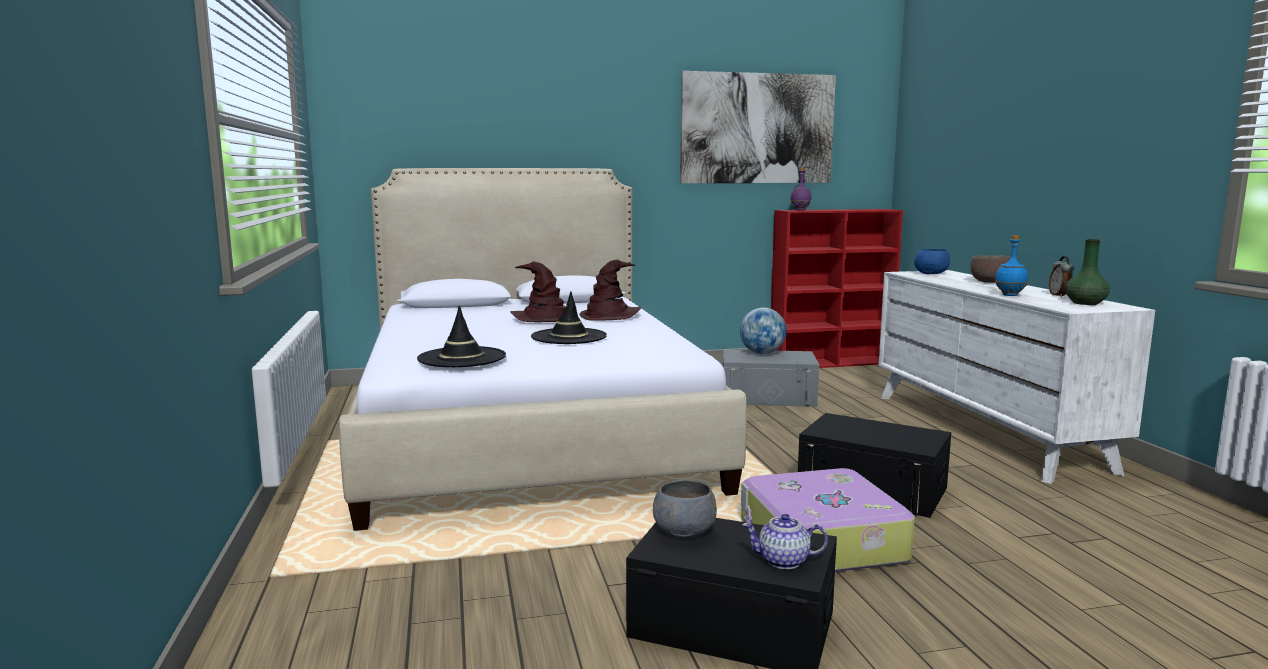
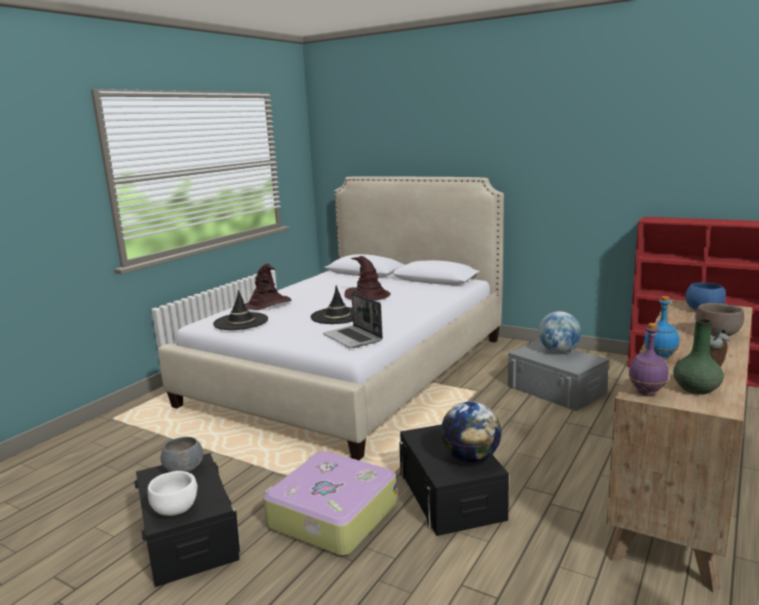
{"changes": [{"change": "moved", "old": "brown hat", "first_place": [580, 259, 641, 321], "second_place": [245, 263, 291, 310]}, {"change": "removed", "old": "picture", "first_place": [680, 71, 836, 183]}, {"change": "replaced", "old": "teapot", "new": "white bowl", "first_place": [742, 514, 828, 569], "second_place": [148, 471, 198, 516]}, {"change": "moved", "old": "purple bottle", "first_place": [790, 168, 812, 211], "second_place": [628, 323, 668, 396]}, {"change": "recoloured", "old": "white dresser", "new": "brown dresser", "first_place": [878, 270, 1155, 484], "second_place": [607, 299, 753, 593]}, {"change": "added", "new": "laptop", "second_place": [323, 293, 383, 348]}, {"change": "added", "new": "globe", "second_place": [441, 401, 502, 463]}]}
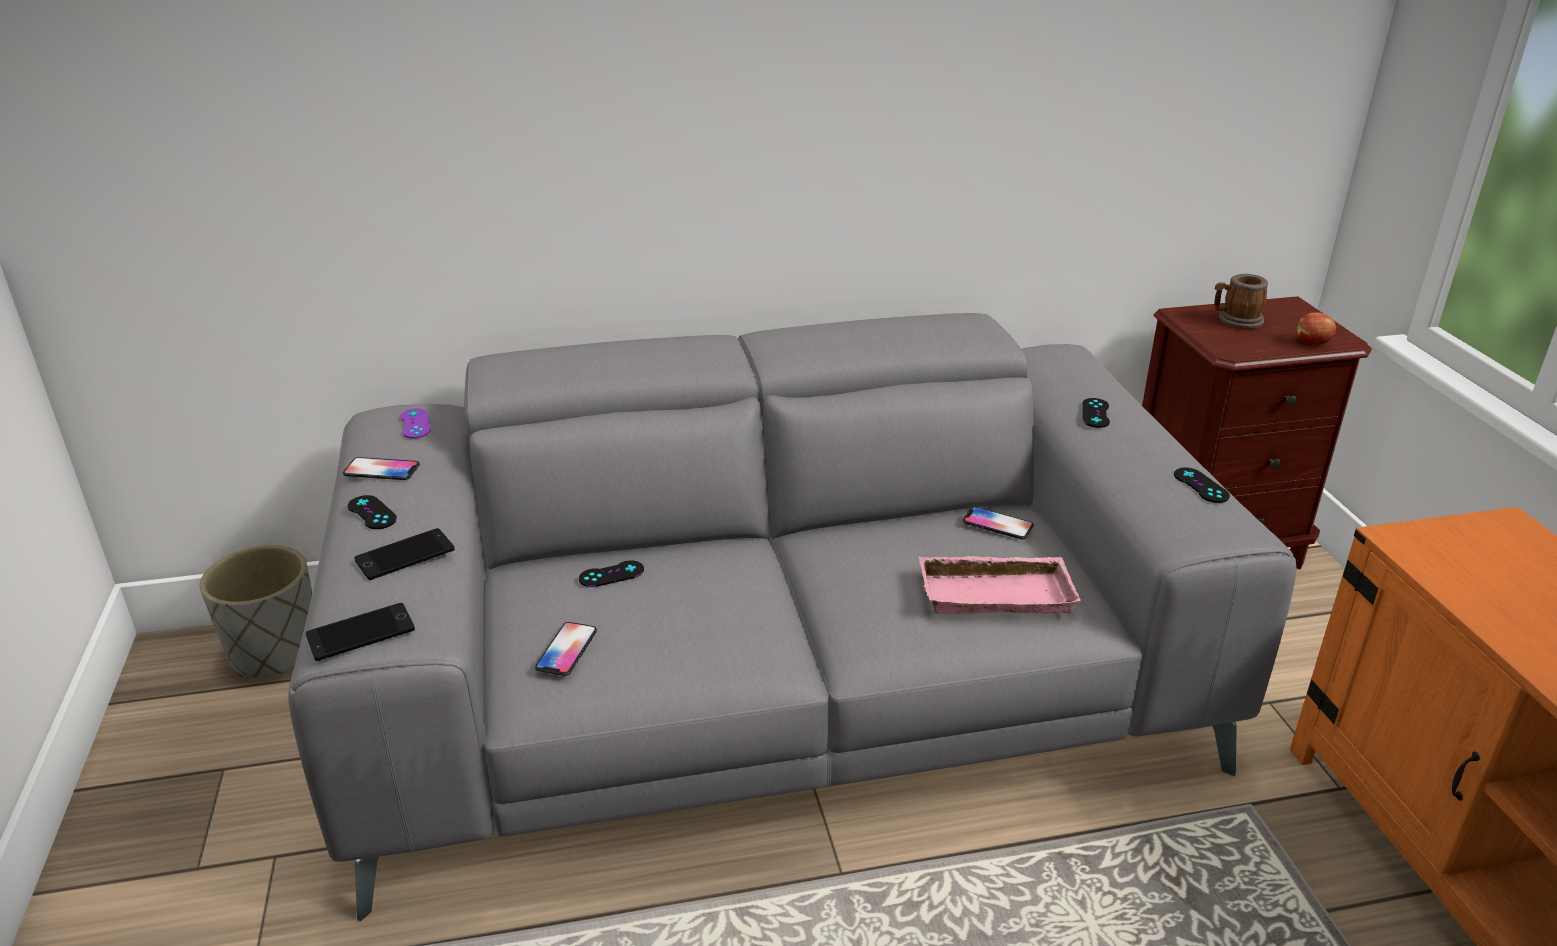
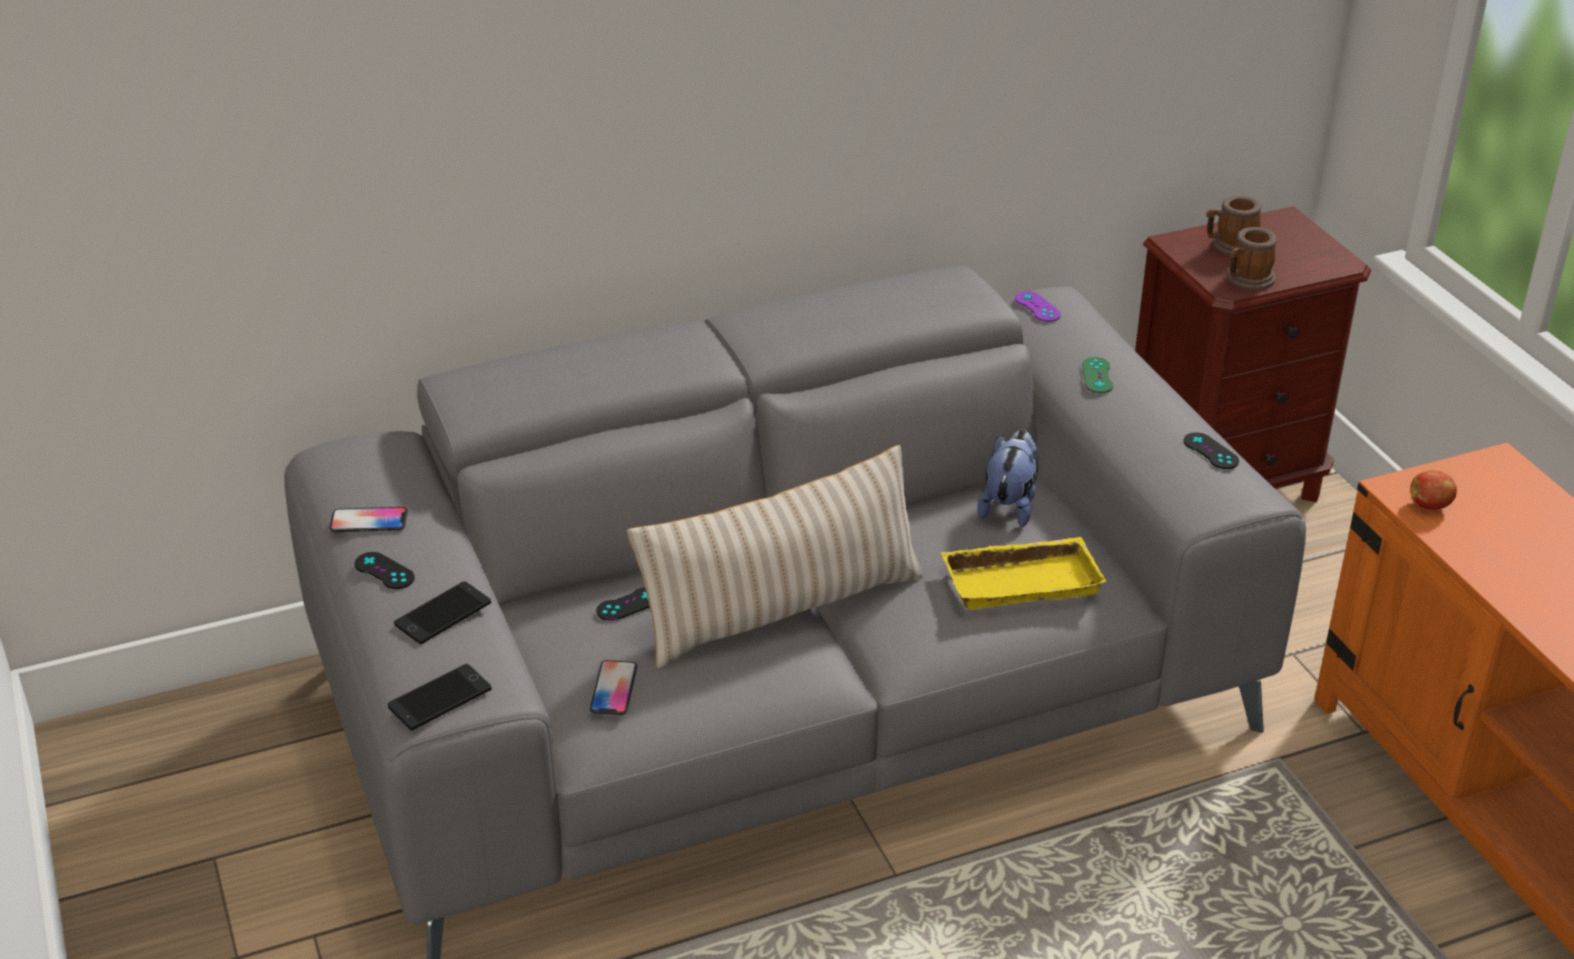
{"changes": [{"change": "removed", "old": "grey planter", "first_place": [200, 545, 312, 677]}, {"change": "moved", "old": "purple game controller", "first_place": [400, 408, 431, 439], "second_place": [1015, 291, 1061, 322]}, {"change": "recoloured", "old": "pink tray", "new": "yellow tray", "first_place": [919, 556, 1081, 614], "second_place": [941, 537, 1106, 610]}, {"change": "replaced", "old": "phone", "new": "plush toy", "first_place": [963, 507, 1034, 539], "second_place": [977, 430, 1038, 527]}, {"change": "recoloured", "old": "black game controller", "new": "green game controller", "first_place": [1082, 398, 1110, 428], "second_place": [1082, 357, 1113, 393]}, {"change": "moved", "old": "apple", "first_place": [1297, 312, 1336, 345], "second_place": [1411, 471, 1457, 510]}, {"change": "added", "new": "beige pillow", "second_place": [627, 445, 923, 669]}, {"change": "added", "new": "mug", "second_place": [1227, 227, 1276, 290]}]}
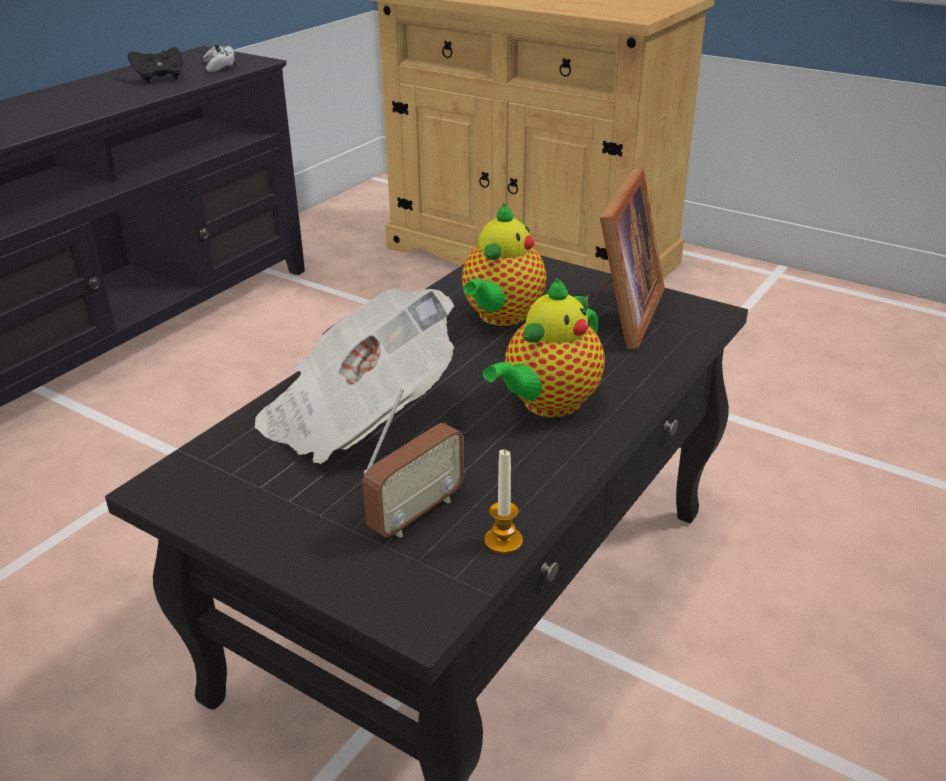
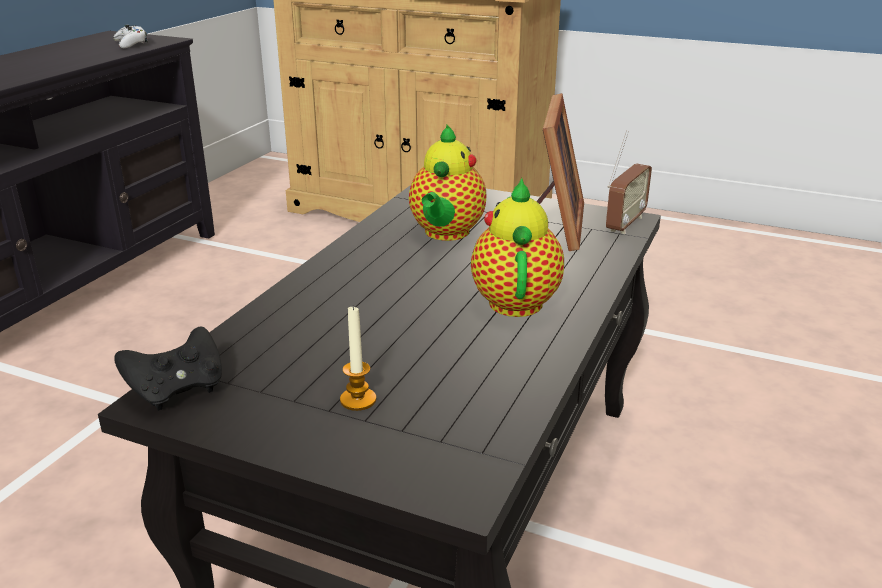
{"changes": [{"change": "moved", "old": "black game controller", "first_place": [128, 47, 183, 83], "second_place": [114, 327, 222, 411]}, {"change": "removed", "old": "newspaper", "first_place": [255, 288, 454, 464]}, {"change": "moved", "old": "radio", "first_place": [362, 389, 464, 537], "second_place": [606, 131, 652, 234]}, {"change": "turned", "old": "teapot", "first_place": [483, 278, 605, 418], "second_place": [471, 178, 564, 317], "degrees": 150}, {"change": "moved", "old": "candle", "first_place": [484, 449, 523, 554], "second_place": [340, 306, 376, 411]}]}
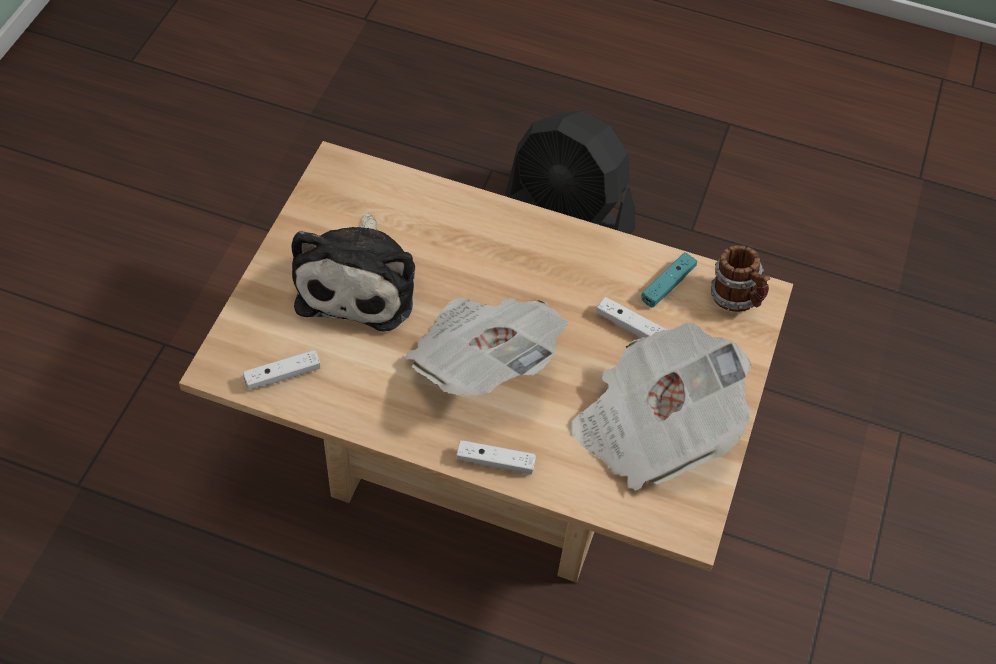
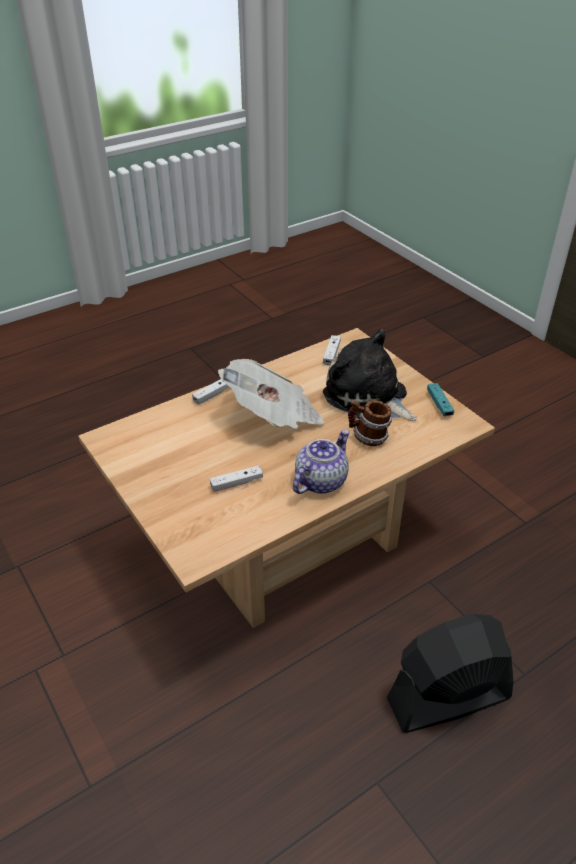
{"changes": [{"change": "removed", "old": "newspaper", "first_place": [571, 323, 751, 491]}, {"change": "moved", "old": "turquoise game controller", "first_place": [641, 252, 697, 307], "second_place": [427, 383, 454, 416]}, {"change": "moved", "old": "mug", "first_place": [711, 245, 770, 312], "second_place": [348, 400, 392, 446]}, {"change": "added", "new": "teapot", "second_place": [293, 430, 350, 494]}]}
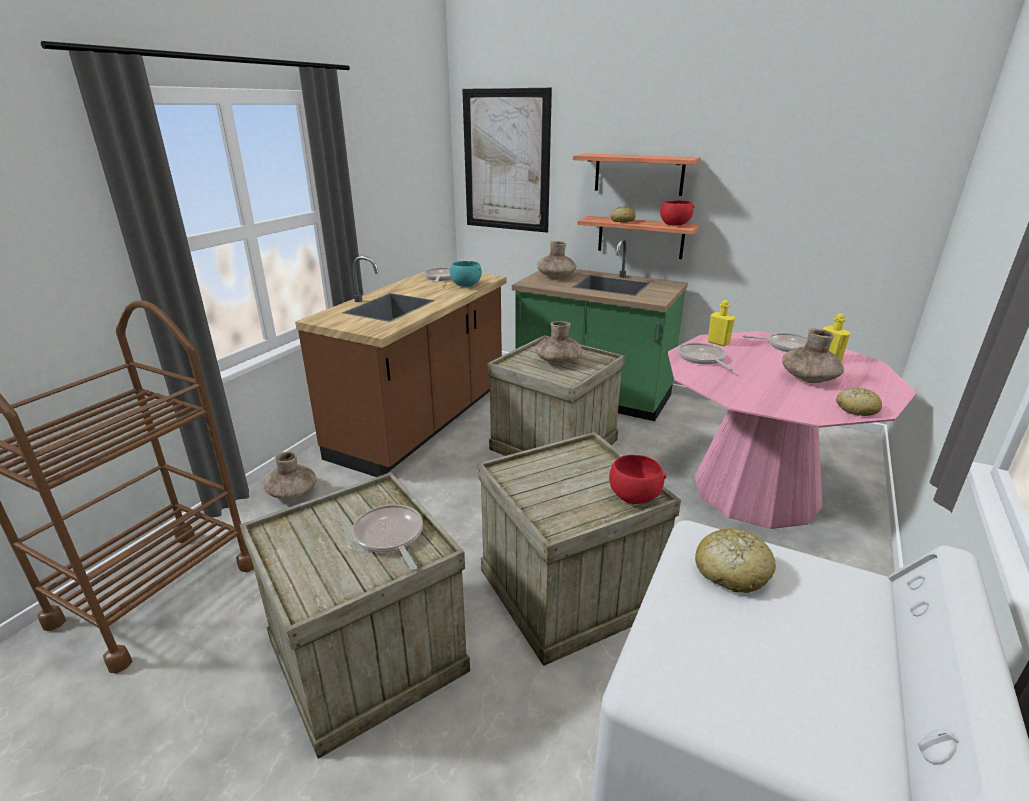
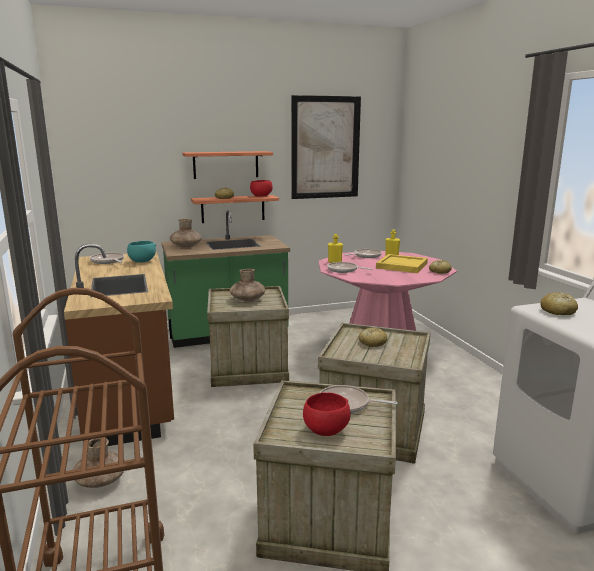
{"changes": [{"change": "moved", "old": "picture", "first_place": [462, 88, 552, 233], "second_place": [291, 95, 361, 199]}, {"change": "moved", "old": "red bowl", "first_place": [609, 455, 667, 504], "second_place": [303, 393, 351, 436]}, {"change": "replaced", "old": "brown vase", "new": "yellow tray", "first_place": [782, 328, 844, 383], "second_place": [376, 254, 428, 273]}, {"change": "added", "new": "bread", "second_place": [359, 327, 388, 347]}]}
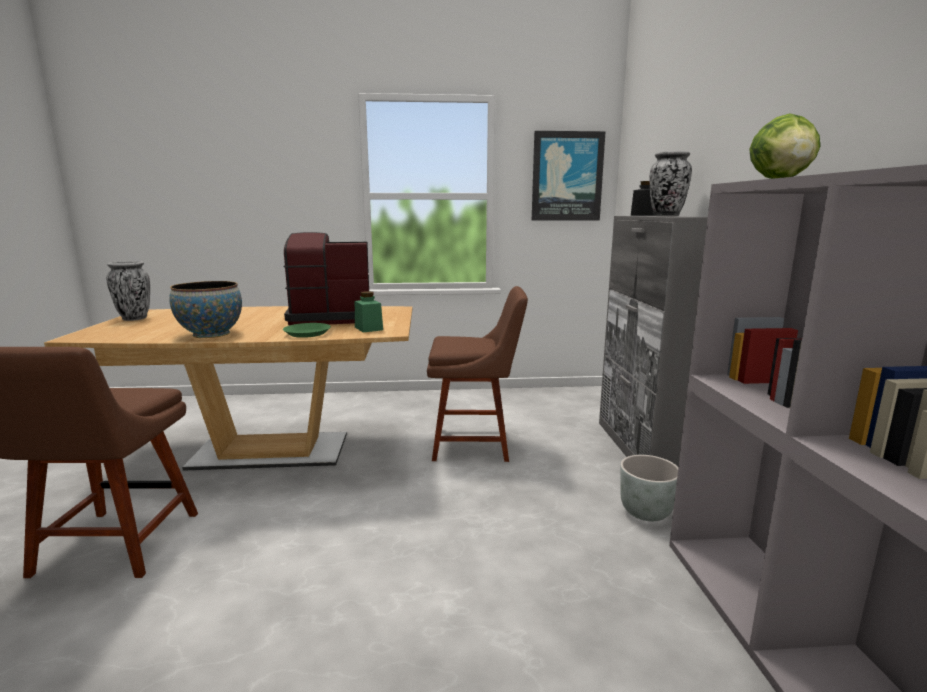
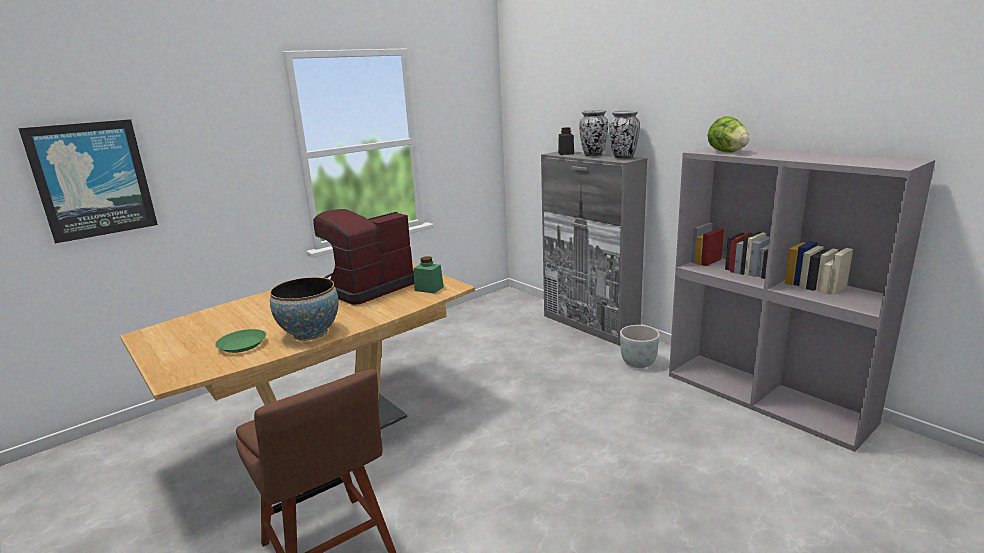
{"changes": [{"change": "moved", "old": "vase", "first_place": [106, 261, 150, 321], "second_place": [609, 110, 640, 159]}, {"change": "moved", "old": "green plate", "first_place": [283, 323, 331, 338], "second_place": [215, 329, 266, 353]}, {"change": "removed", "old": "brown chair", "first_place": [427, 286, 528, 462]}, {"change": "moved", "old": "picture", "first_place": [532, 131, 606, 221], "second_place": [18, 119, 158, 243]}]}
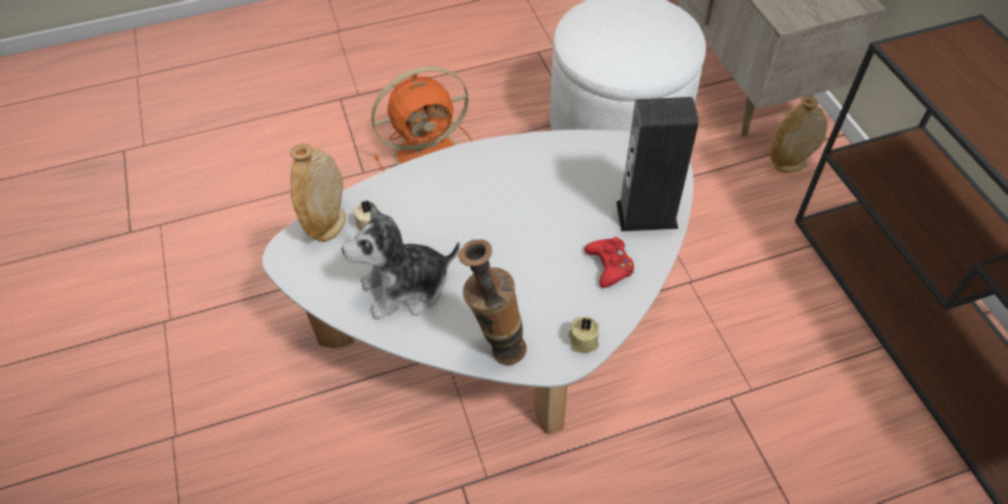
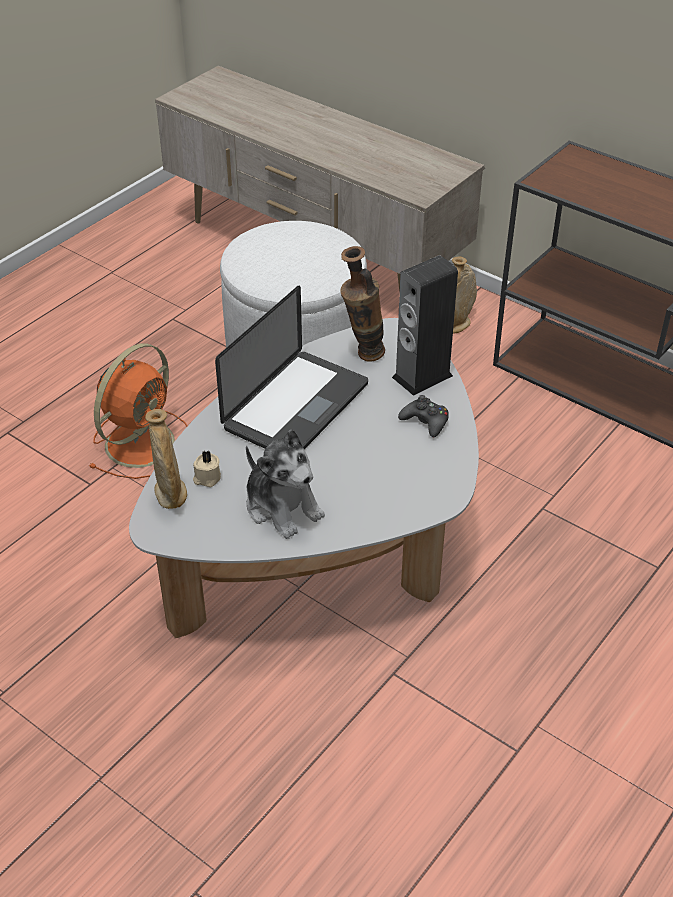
{"changes": [{"change": "turned", "old": "plush toy", "first_place": [342, 201, 460, 320], "second_place": [246, 429, 325, 539], "degrees": -75}, {"change": "moved", "old": "vase", "first_place": [458, 239, 527, 365], "second_place": [340, 246, 385, 362]}, {"change": "removed", "old": "beige candle", "first_place": [568, 317, 599, 353]}, {"change": "recoloured", "old": "red game controller", "new": "black game controller", "first_place": [584, 237, 634, 288], "second_place": [398, 395, 449, 437]}, {"change": "added", "new": "laptop", "second_place": [215, 286, 368, 449]}]}
